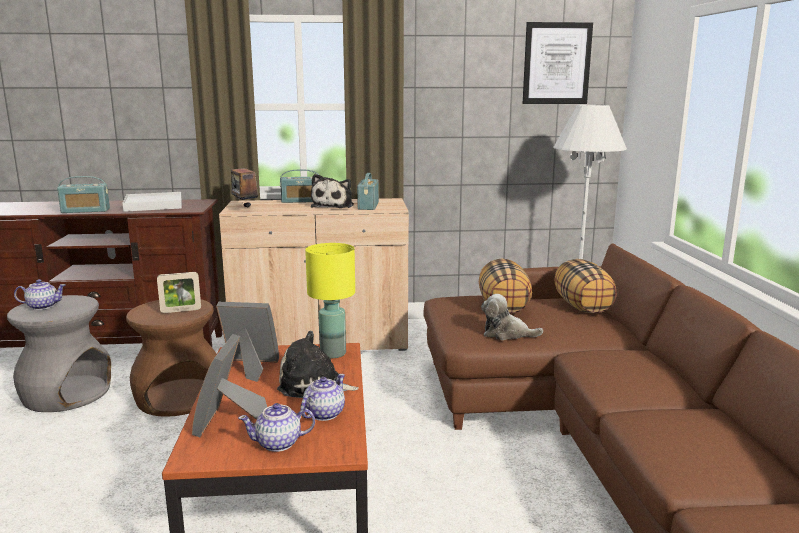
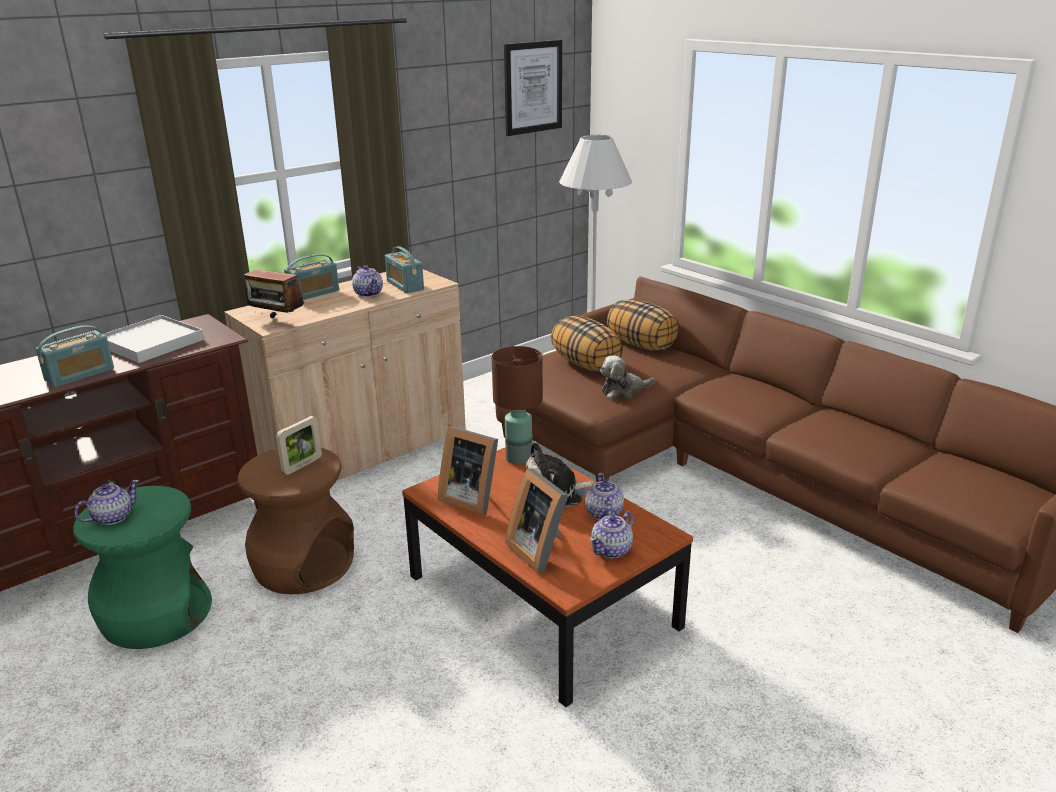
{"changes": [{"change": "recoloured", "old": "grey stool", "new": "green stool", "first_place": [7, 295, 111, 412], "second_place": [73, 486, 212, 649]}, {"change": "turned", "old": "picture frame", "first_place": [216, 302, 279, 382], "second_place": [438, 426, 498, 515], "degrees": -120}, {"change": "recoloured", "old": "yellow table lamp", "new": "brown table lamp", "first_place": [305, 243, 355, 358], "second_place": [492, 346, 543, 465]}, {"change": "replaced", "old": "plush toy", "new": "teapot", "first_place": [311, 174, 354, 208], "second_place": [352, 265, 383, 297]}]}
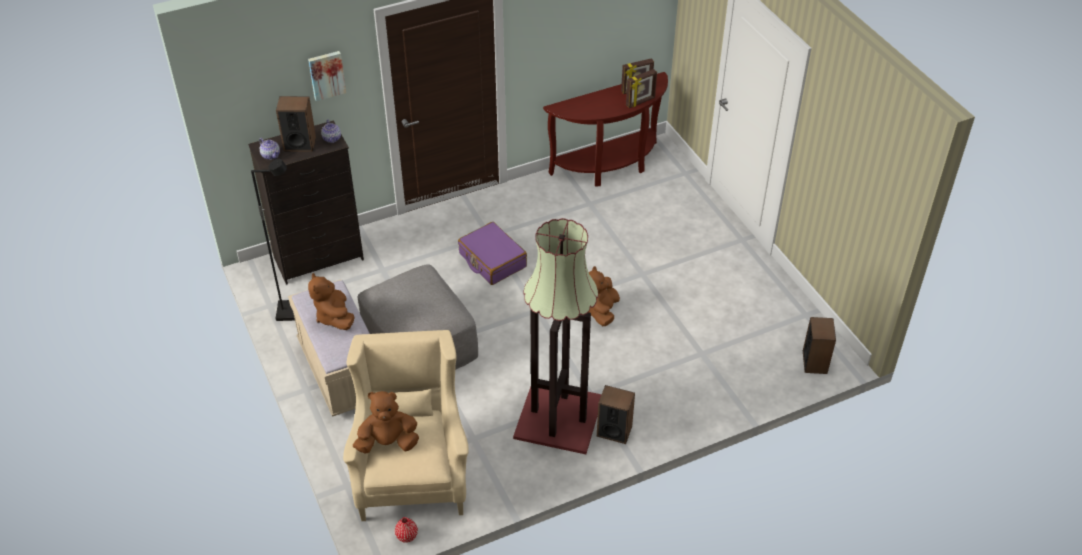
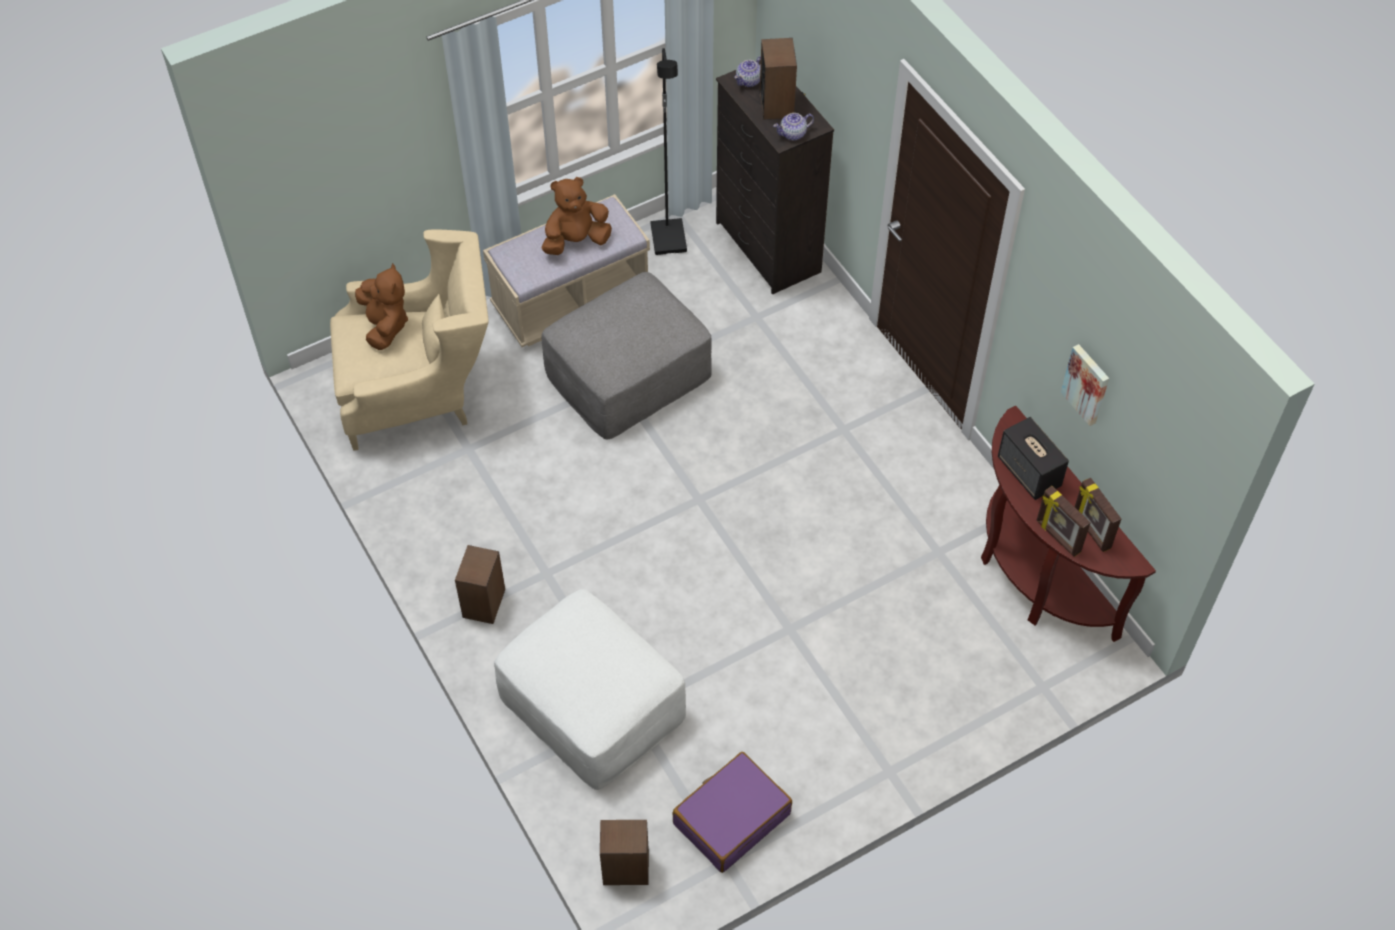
{"changes": [{"change": "moved", "old": "picture", "first_place": [308, 51, 346, 101], "second_place": [1061, 344, 1109, 426]}, {"change": "removed", "old": "red vase", "first_place": [395, 517, 418, 543]}, {"change": "moved", "old": "purple suitcase", "first_place": [458, 222, 527, 285], "second_place": [673, 752, 792, 873]}, {"change": "removed", "old": "floor lamp", "first_place": [513, 218, 602, 454]}, {"change": "removed", "old": "brown plush toy", "first_place": [589, 266, 620, 326]}, {"change": "added", "new": "white ottoman", "second_place": [494, 589, 686, 790]}, {"change": "added", "new": "speaker", "second_place": [998, 417, 1069, 500]}]}
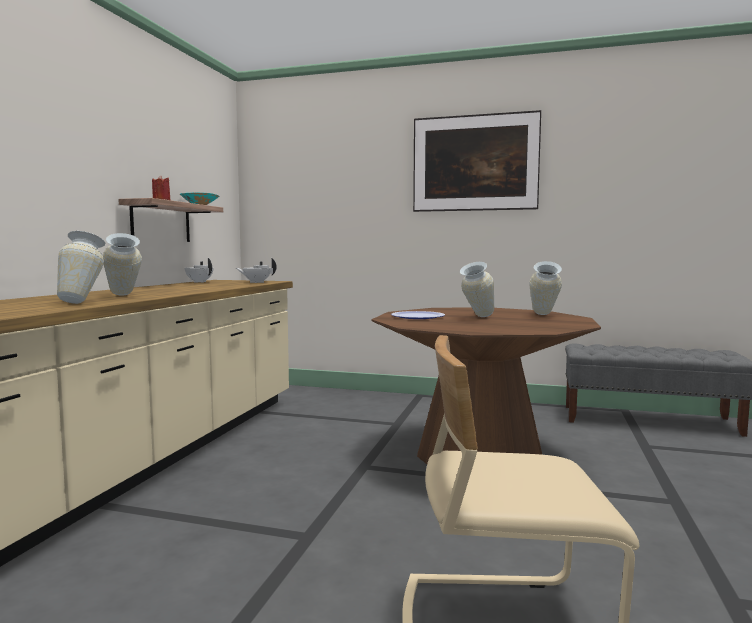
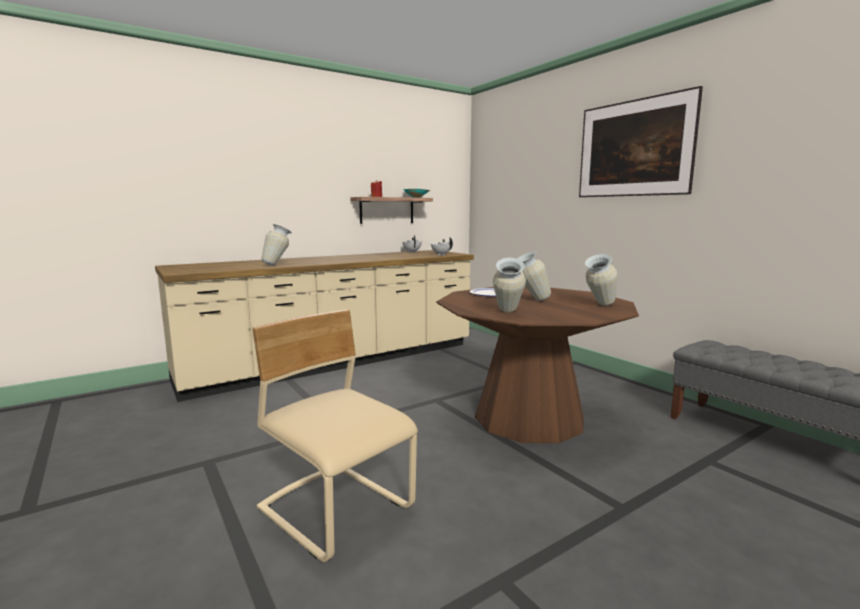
{"changes": [{"change": "moved", "old": "vase", "first_place": [103, 233, 142, 296], "second_place": [493, 258, 526, 312]}]}
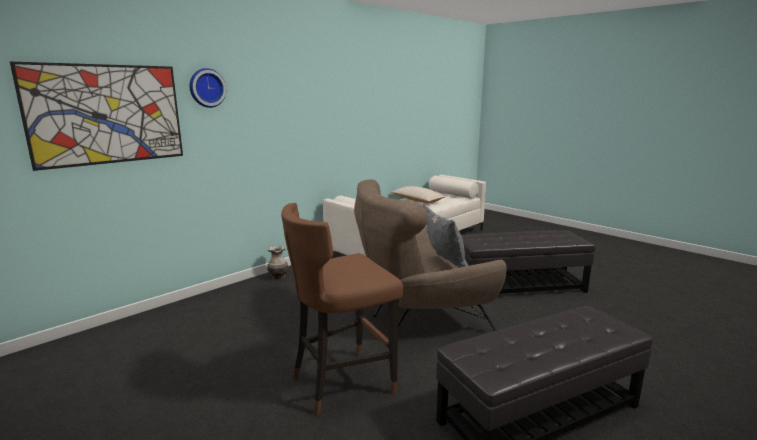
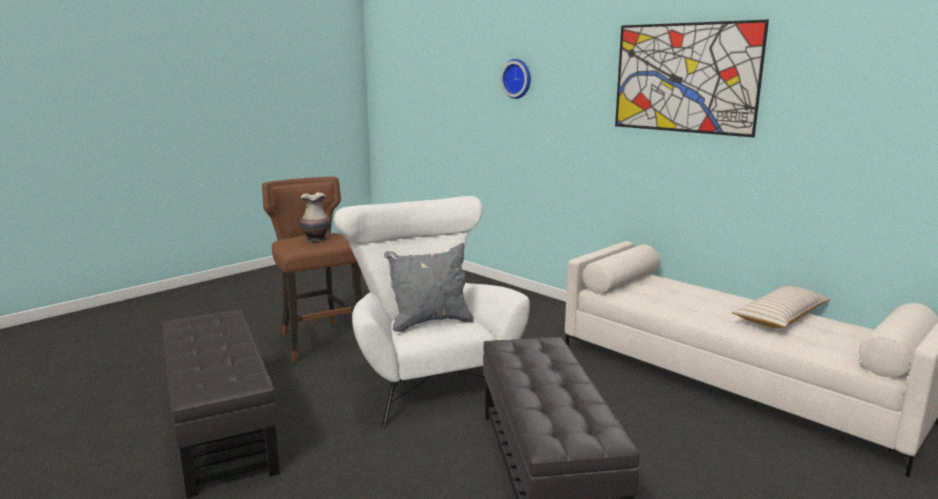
{"changes": [{"change": "moved", "old": "picture", "first_place": [10, 61, 183, 171], "second_place": [615, 20, 769, 137]}, {"change": "moved", "old": "vase", "first_place": [267, 245, 288, 280], "second_place": [300, 192, 331, 242]}, {"change": "recoloured", "old": "brown armchair", "new": "white armchair", "first_place": [354, 179, 507, 331], "second_place": [334, 196, 530, 428]}]}
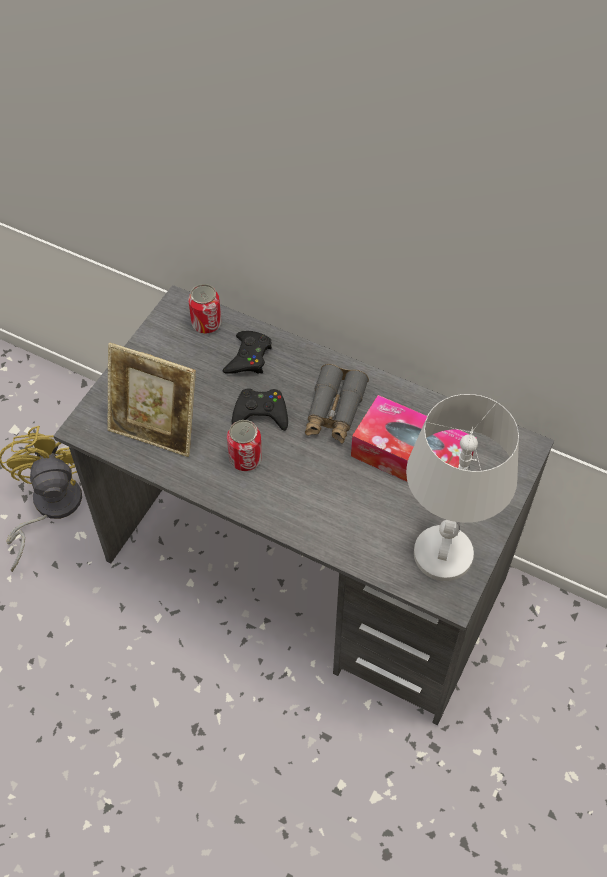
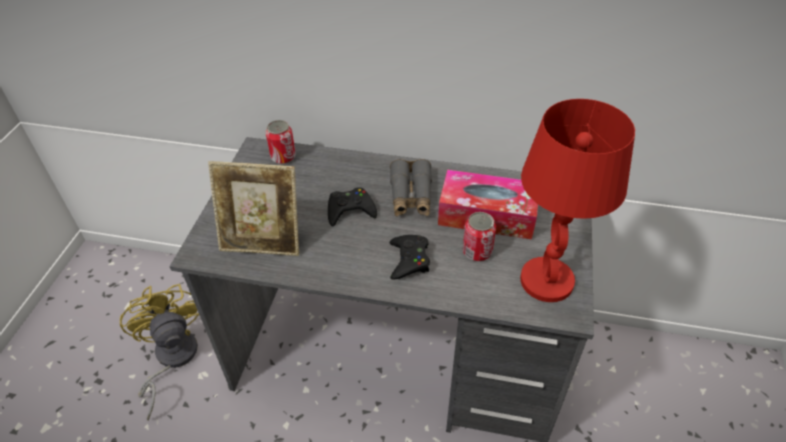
{"changes": [{"change": "moved", "old": "black game controller", "first_place": [223, 331, 272, 374], "second_place": [389, 235, 430, 280]}, {"change": "moved", "old": "can", "first_place": [227, 420, 262, 471], "second_place": [463, 212, 496, 261]}, {"change": "recoloured", "old": "white table lamp", "new": "red table lamp", "first_place": [406, 394, 519, 581], "second_place": [520, 99, 635, 302]}]}
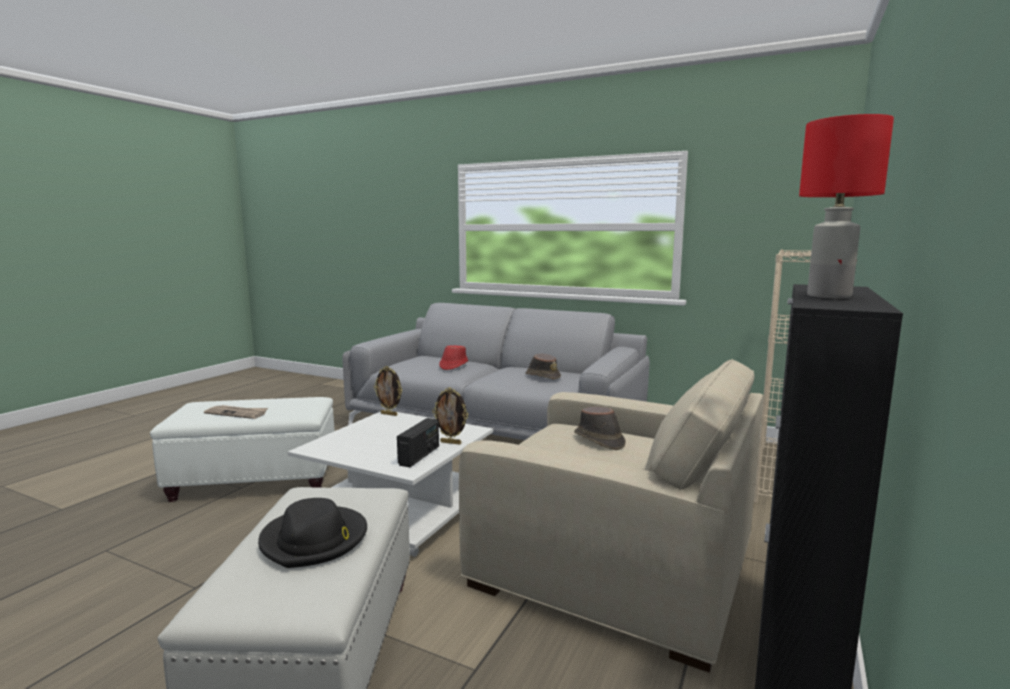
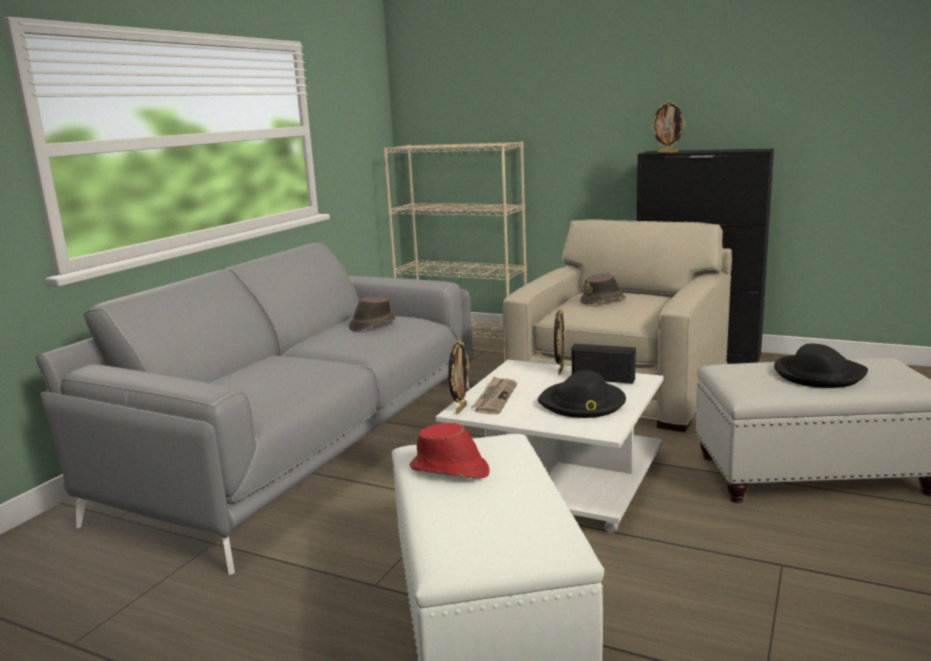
{"changes": [{"change": "moved", "old": "newspaper", "first_place": [204, 405, 268, 419], "second_place": [471, 376, 517, 414]}, {"change": "moved", "old": "red hat", "first_place": [439, 345, 468, 370], "second_place": [410, 423, 490, 479]}, {"change": "removed", "old": "red table lamp", "first_place": [799, 114, 894, 298]}, {"change": "added", "new": "black hat", "second_place": [538, 370, 626, 418]}, {"change": "added", "new": "picture frame", "second_place": [651, 100, 685, 153]}]}
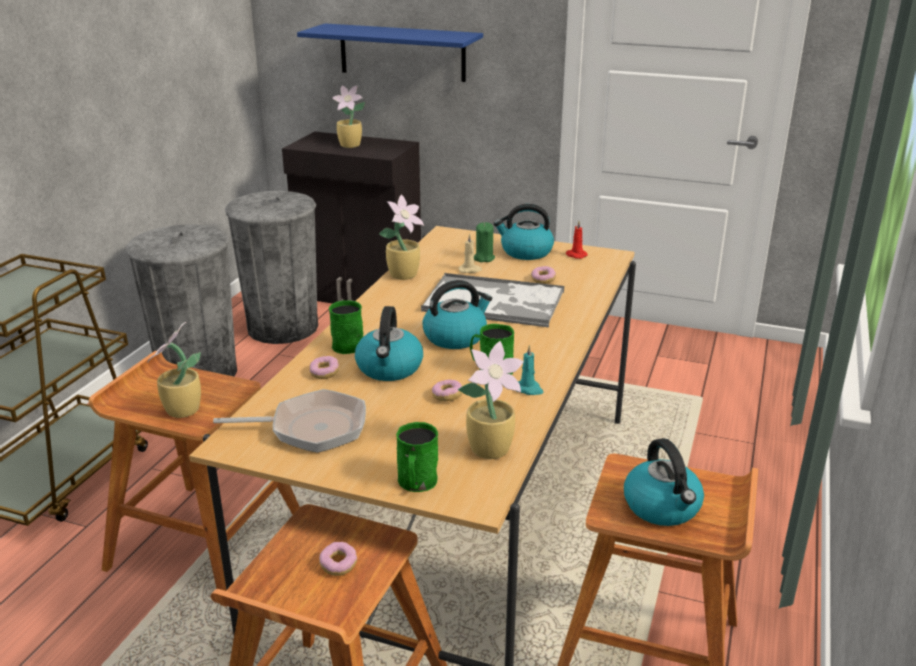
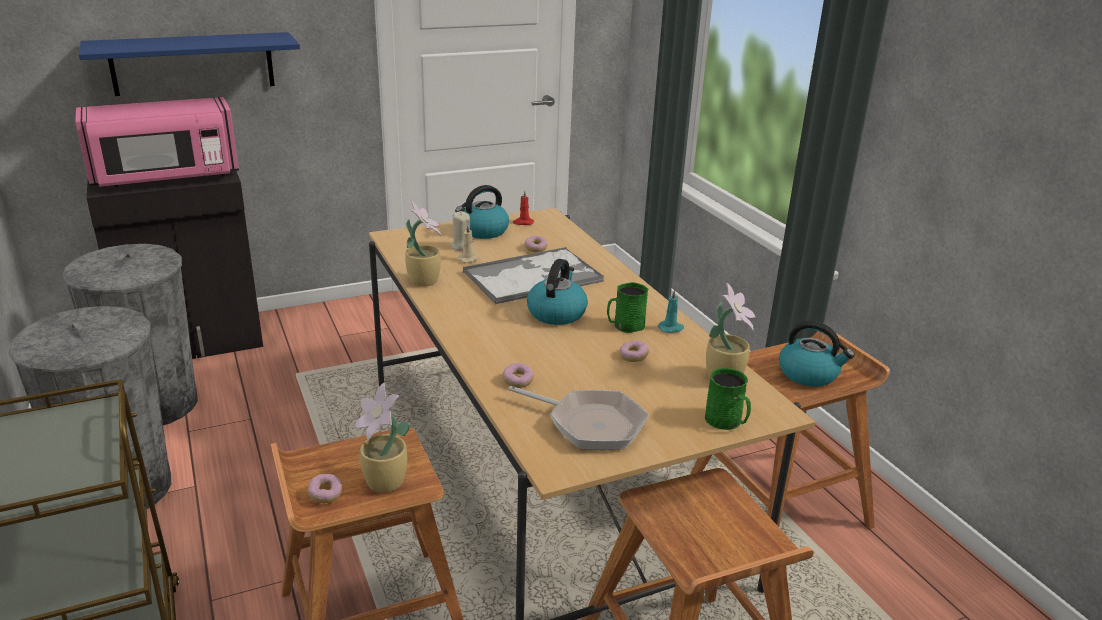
{"changes": [{"change": "turned", "old": "frying pan", "first_place": [213, 389, 366, 453], "second_place": [508, 386, 649, 450], "degrees": 75}, {"change": "moved", "old": "donut", "first_place": [319, 542, 357, 576], "second_place": [308, 474, 342, 503]}, {"change": "removed", "old": "green mug", "first_place": [329, 300, 363, 354]}, {"change": "replaced", "old": "potted plant", "new": "pink microwave", "first_place": [332, 85, 365, 148], "second_place": [75, 97, 239, 187]}, {"change": "removed", "old": "kettle", "first_place": [355, 306, 423, 381]}, {"change": "recoloured", "old": "green candle", "new": "beige candle", "first_place": [474, 222, 495, 262], "second_place": [450, 211, 470, 251]}]}
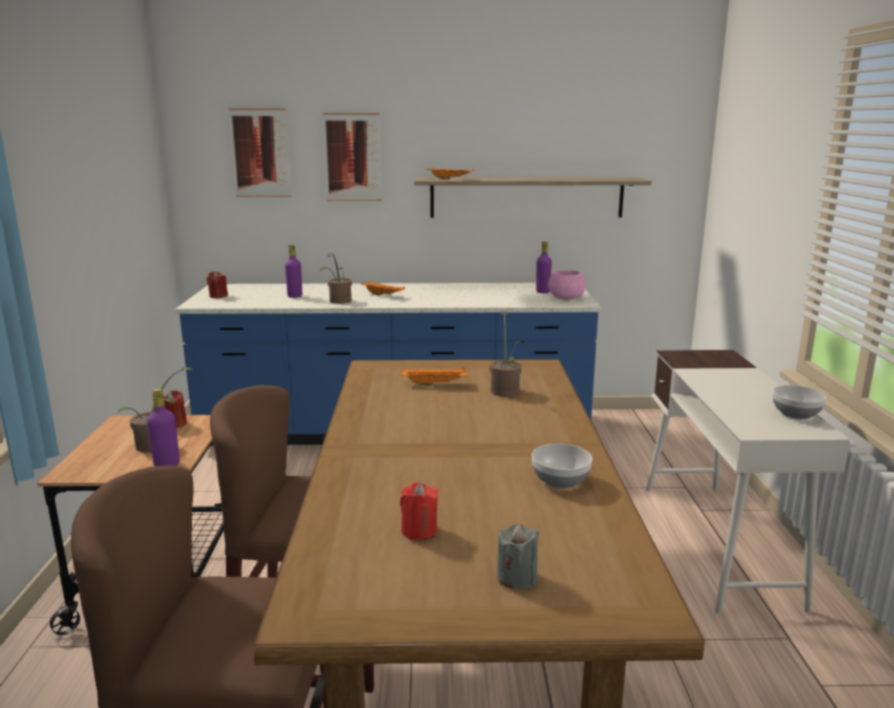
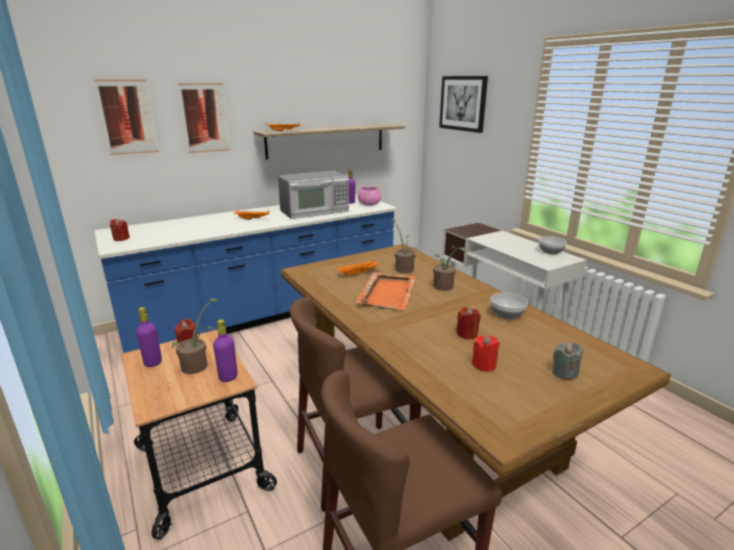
{"changes": [{"change": "moved", "old": "purple bottle", "first_place": [285, 245, 302, 298], "second_place": [136, 307, 162, 367]}, {"change": "moved", "old": "potted plant", "first_place": [321, 253, 352, 304], "second_place": [433, 247, 466, 291]}, {"change": "added", "new": "microwave", "second_place": [278, 171, 349, 219]}, {"change": "added", "new": "orange tray", "second_place": [356, 272, 415, 310]}, {"change": "added", "new": "picture", "second_place": [439, 76, 488, 133]}, {"change": "added", "new": "red candle", "second_place": [456, 307, 481, 339]}]}
